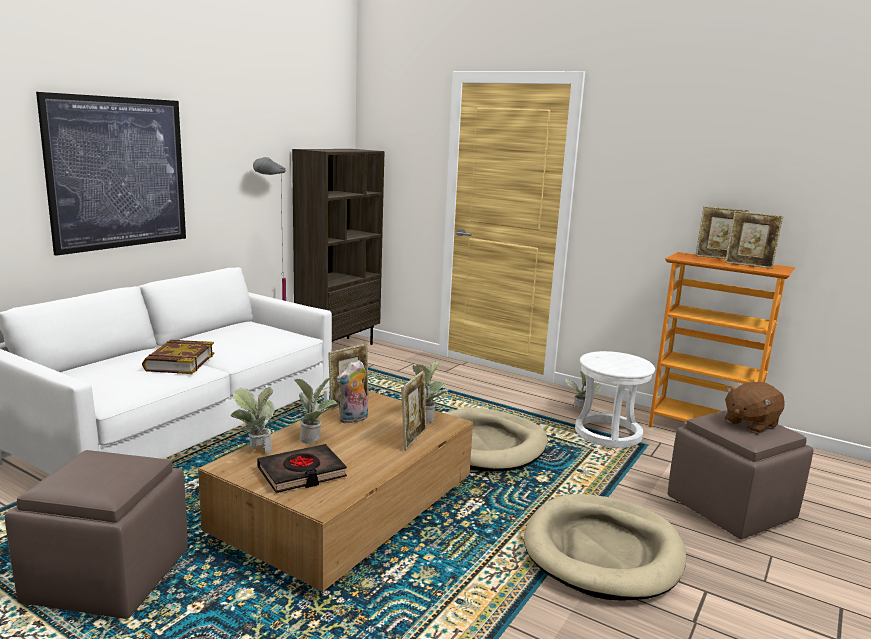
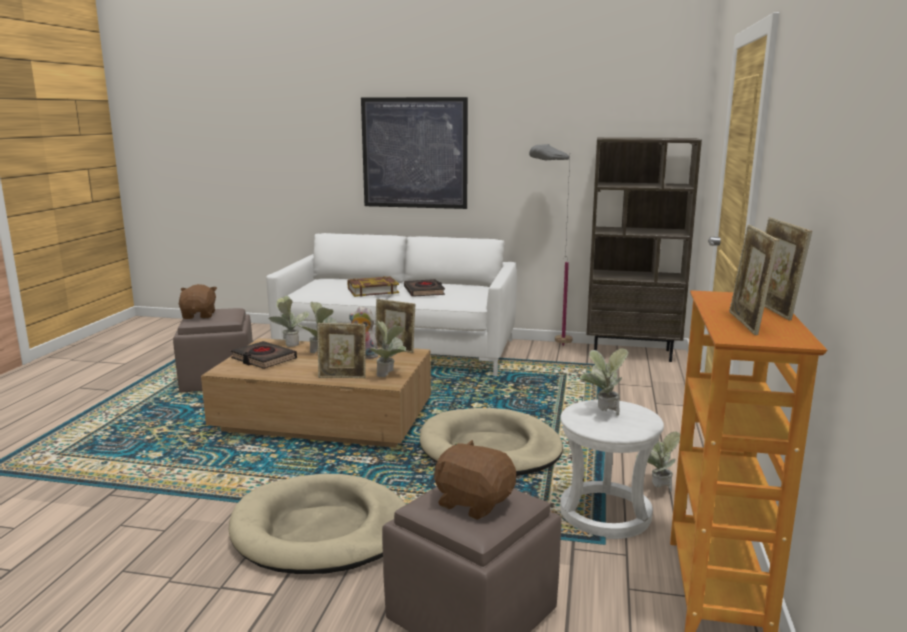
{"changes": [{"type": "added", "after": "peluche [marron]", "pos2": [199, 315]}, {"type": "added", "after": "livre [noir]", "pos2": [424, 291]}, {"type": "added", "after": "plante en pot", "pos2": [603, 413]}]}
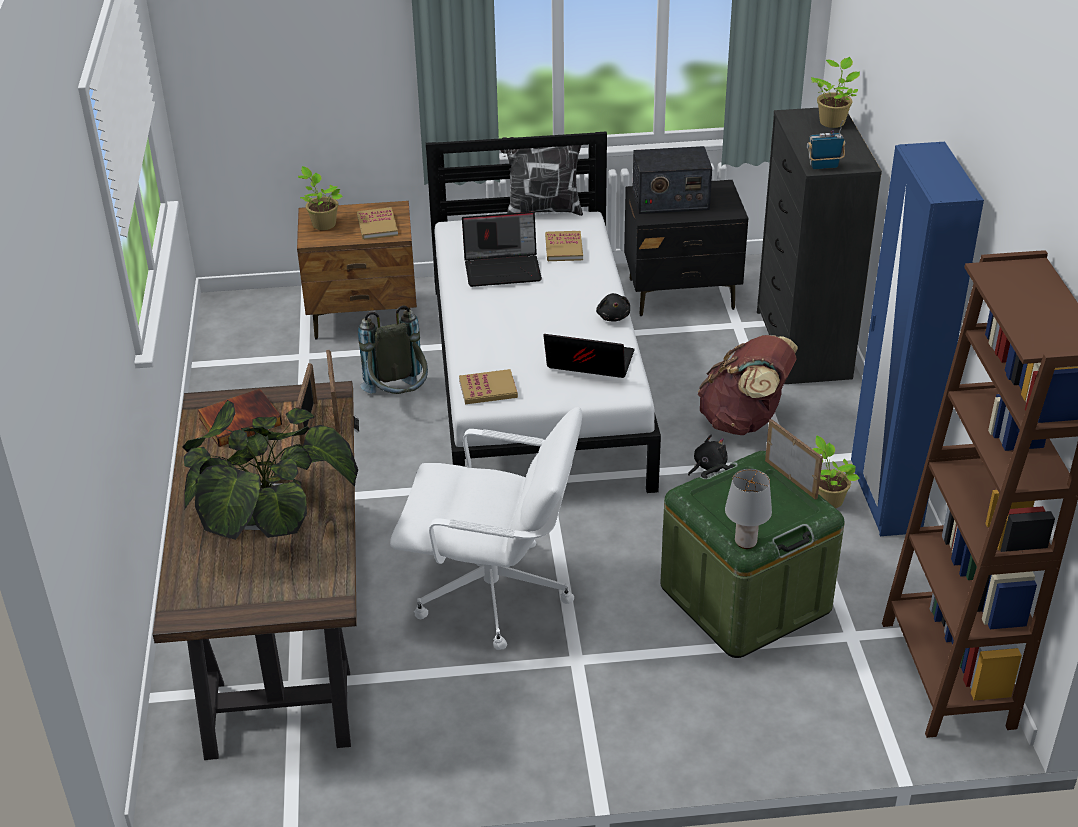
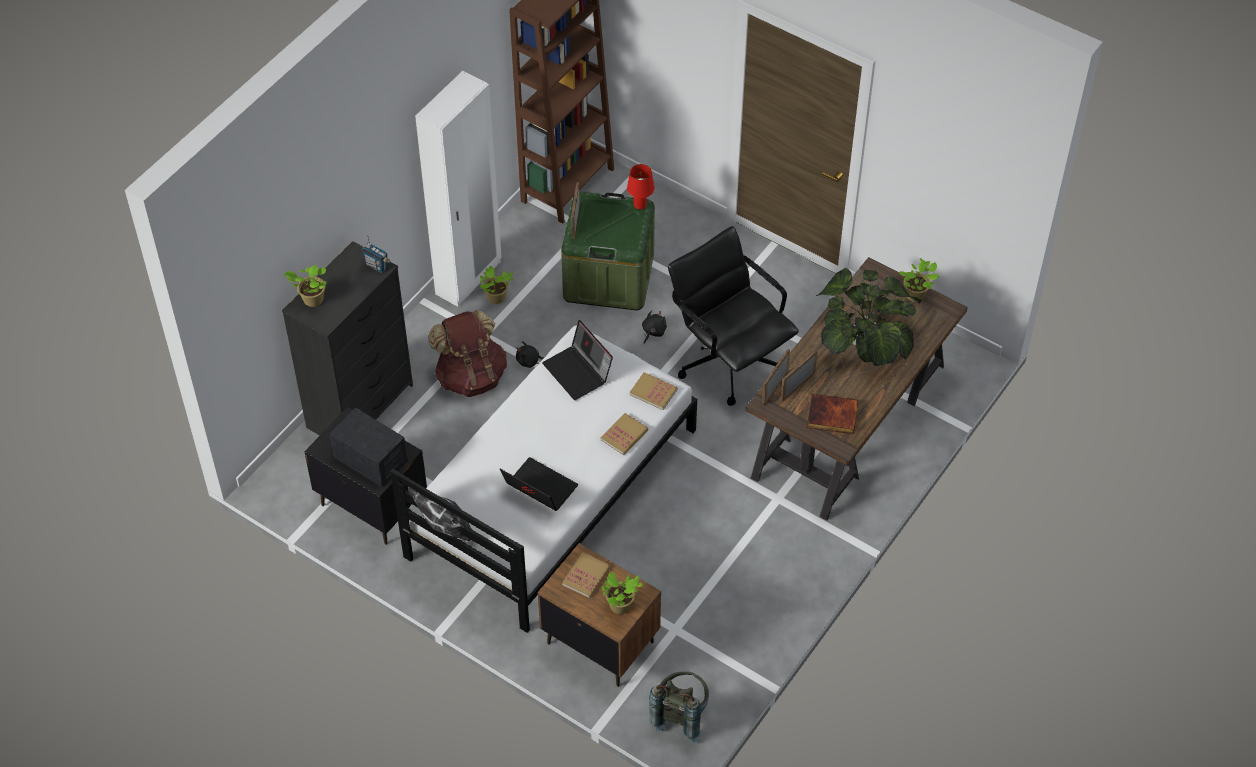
{"changes": [{"type": "recoloured", "before": "armoire [bleu]", "after": "armoire [blanc]", "pos1": [884, 500], "pos2": [469, 278]}, {"type": "moved", "before": "livre", "pos1": [564, 248], "pos2": [624, 435]}, {"type": "recoloured", "before": "lampe de table [gris]", "after": "lampe de table [rouge]", "pos1": [746, 543], "pos2": [640, 205]}, {"type": "moved", "before": "peluche [noir]", "pos1": [613, 316], "pos2": [653, 331]}, {"type": "moved", "before": "sac à dos [gris]", "pos1": [399, 398], "pos2": [680, 715]}, {"type": "recoloured", "before": "chaise de bureau [blanc]", "after": "chaise de bureau [noir]", "pos1": [494, 595], "pos2": [728, 361]}, {"type": "added", "after": "plante en pot", "pos2": [916, 295]}]}
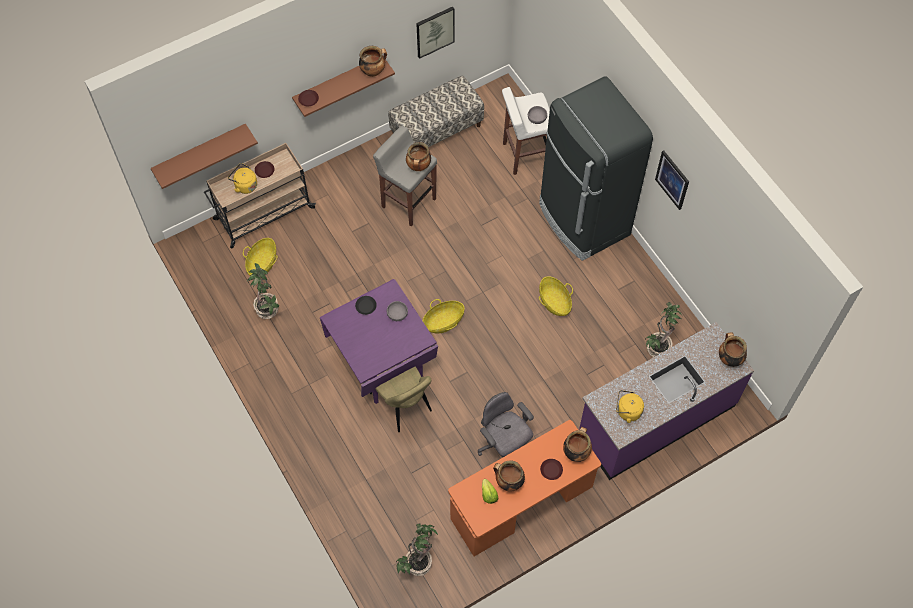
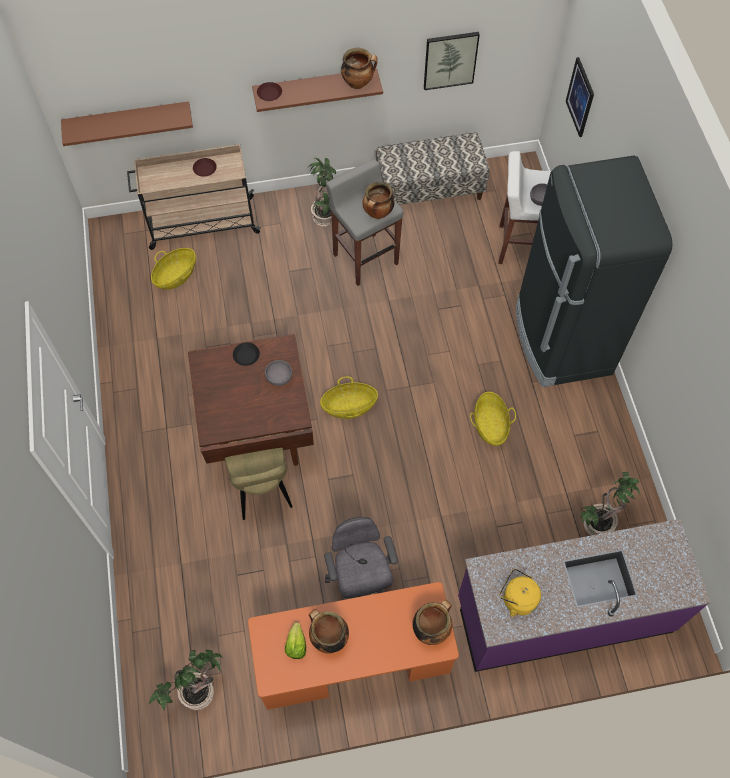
{"changes": [{"type": "recoloured", "before": "table à manger [violet]", "after": "table à manger [marron]", "pos1": [381, 364], "pos2": [257, 432]}, {"type": "moved", "before": "plante en pot", "pos1": [268, 309], "pos2": [326, 217]}, {"type": "moved", "before": "tableau", "pos1": [672, 180], "pos2": [580, 97]}, {"type": "removed", "before": "bouilloire [jaune]", "pos1": [244, 185]}, {"type": "removed", "before": "assiette [marron]", "pos1": [551, 470]}, {"type": "removed", "before": "marmite", "pos1": [729, 358]}]}
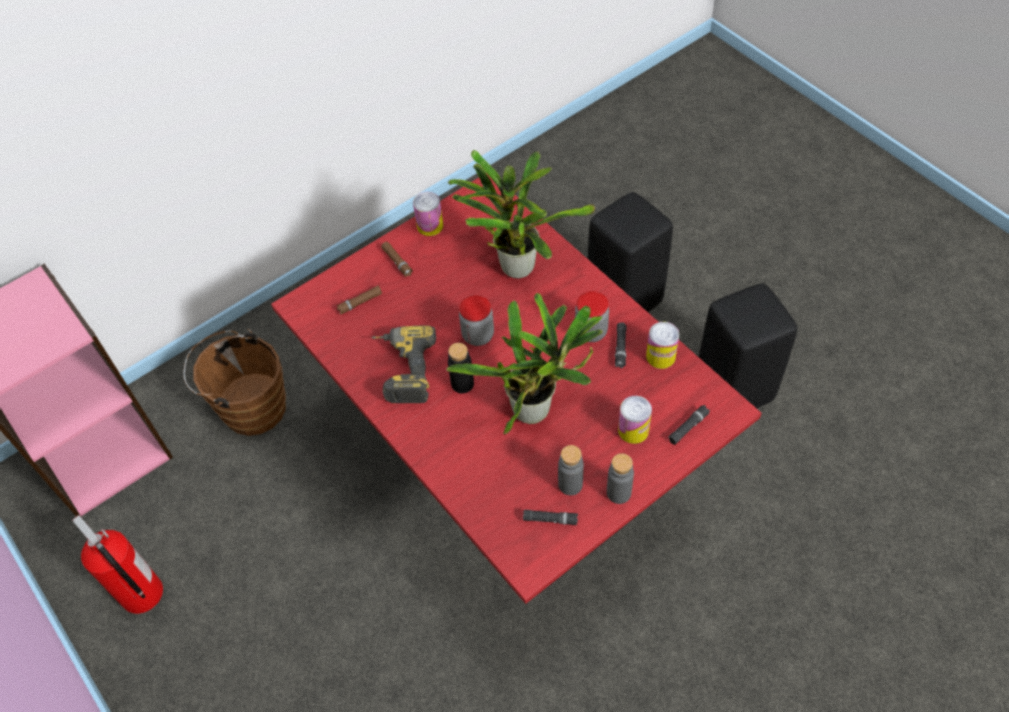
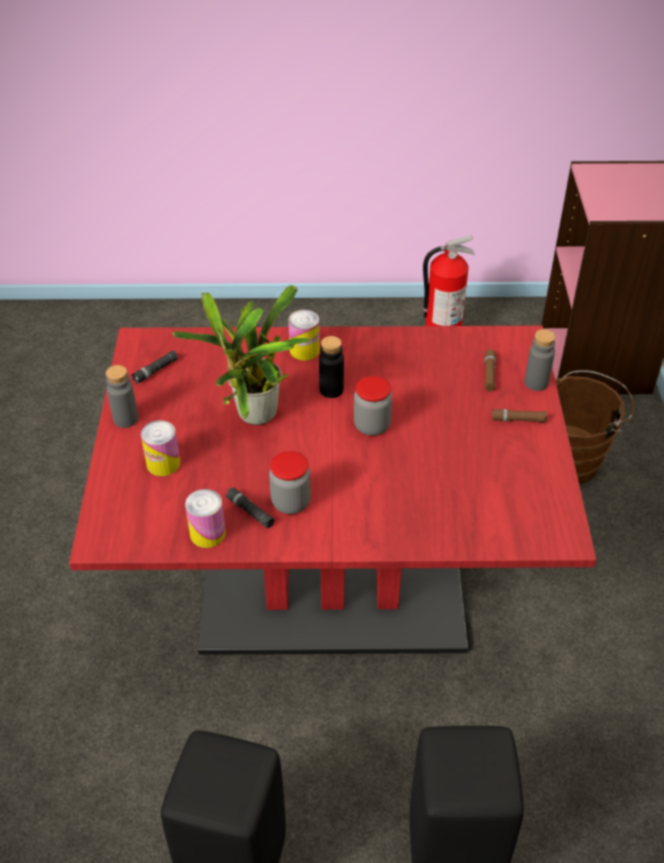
{"changes": [{"type": "moved", "before": "boîte métallique", "pos1": [430, 226], "pos2": [304, 350]}, {"type": "moved", "before": "bouteille [gris]", "pos1": [570, 484], "pos2": [536, 383]}, {"type": "removed", "before": "perceuse", "pos1": [402, 369]}, {"type": "removed", "before": "plante en pot", "pos1": [515, 264]}, {"type": "removed", "before": "lampe de poche [noir]", "pos1": [688, 427]}]}
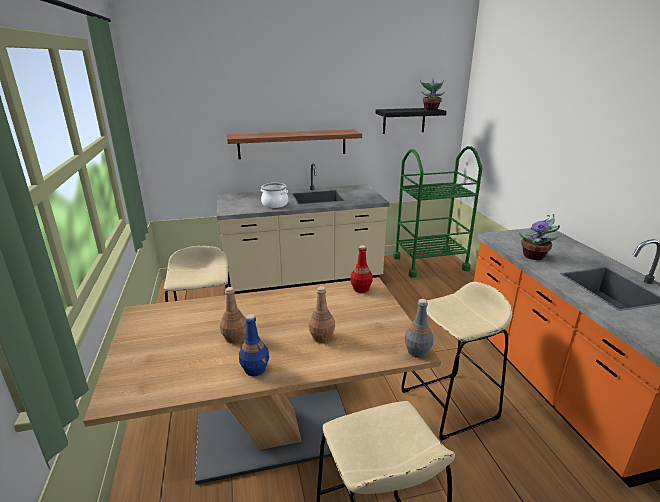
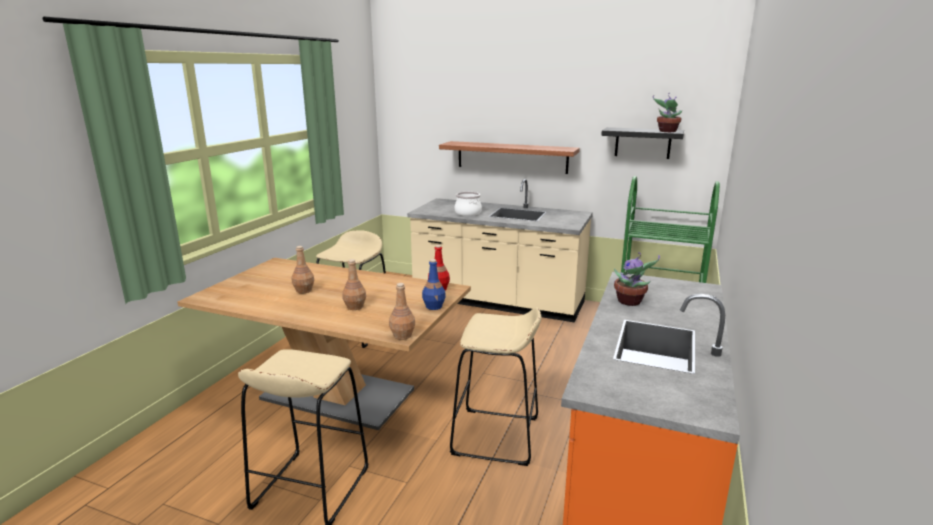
{"changes": [{"type": "recoloured", "before": "bouteille [gris]", "after": "bouteille [marron]", "pos1": [418, 351], "pos2": [402, 335]}, {"type": "moved", "before": "bouteille [bleu]", "pos1": [255, 369], "pos2": [434, 306]}]}
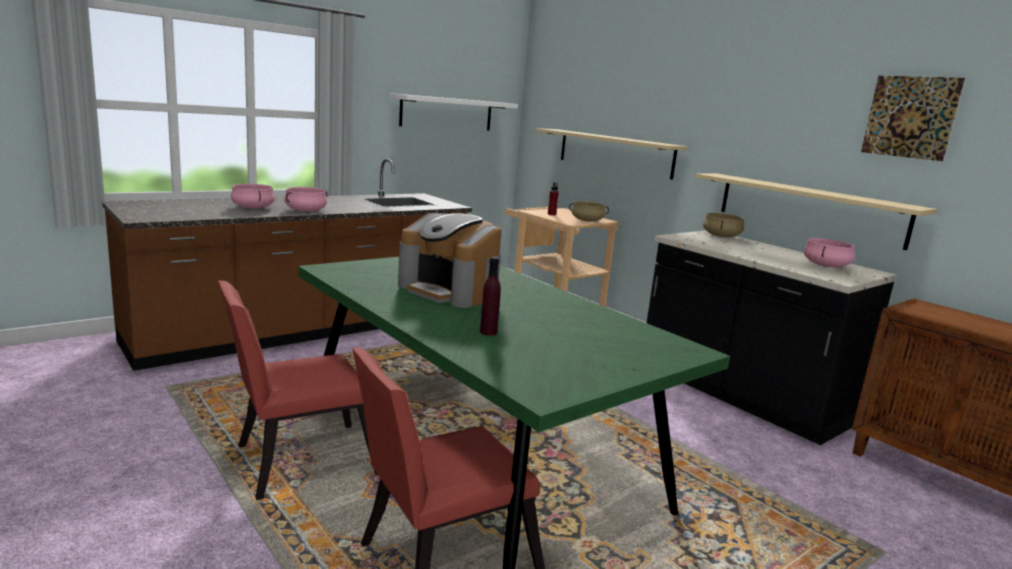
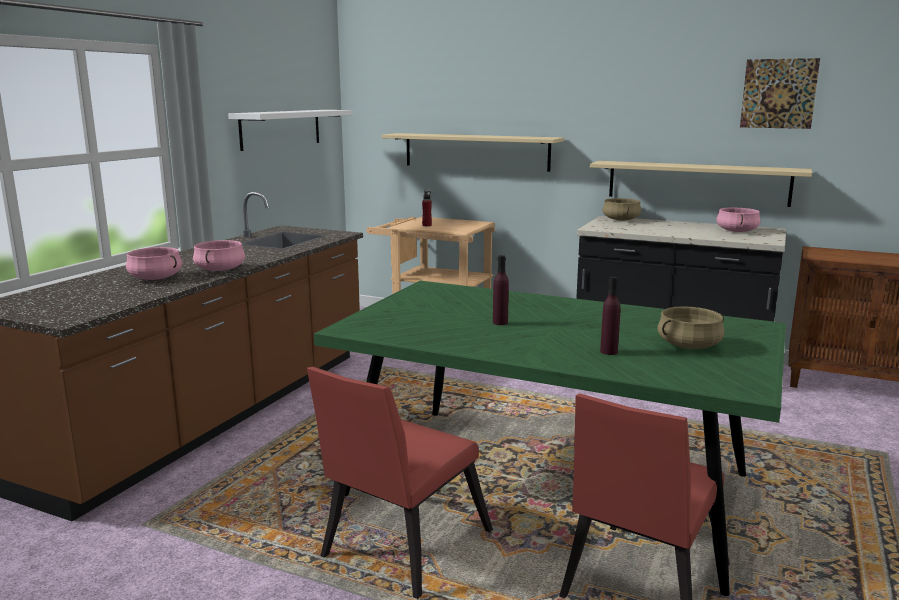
{"changes": [{"type": "replaced", "before": "machine à café", "after": "bouteille [violet]", "pos1": [450, 291], "pos2": [500, 322]}, {"type": "moved", "before": "marmite [beige]", "pos1": [587, 220], "pos2": [689, 346]}]}
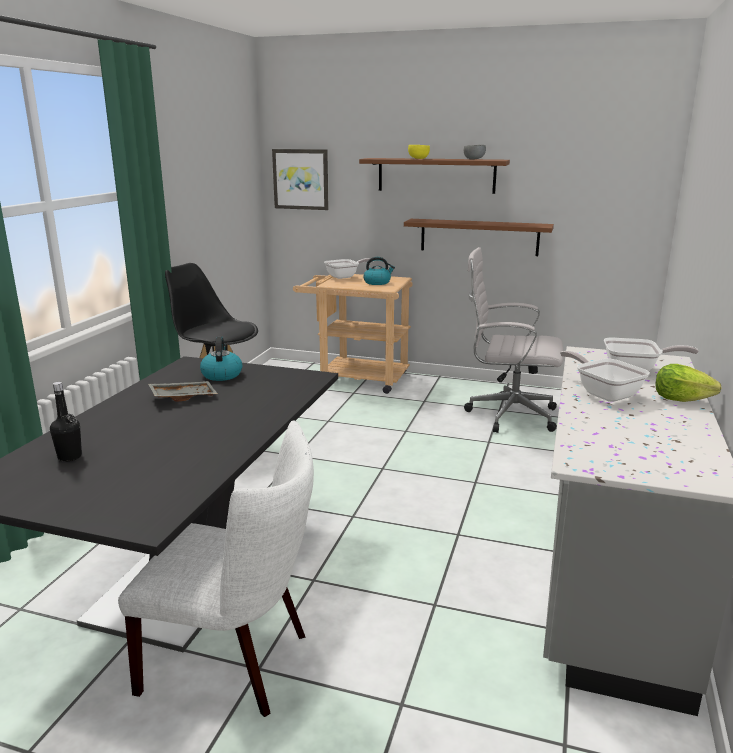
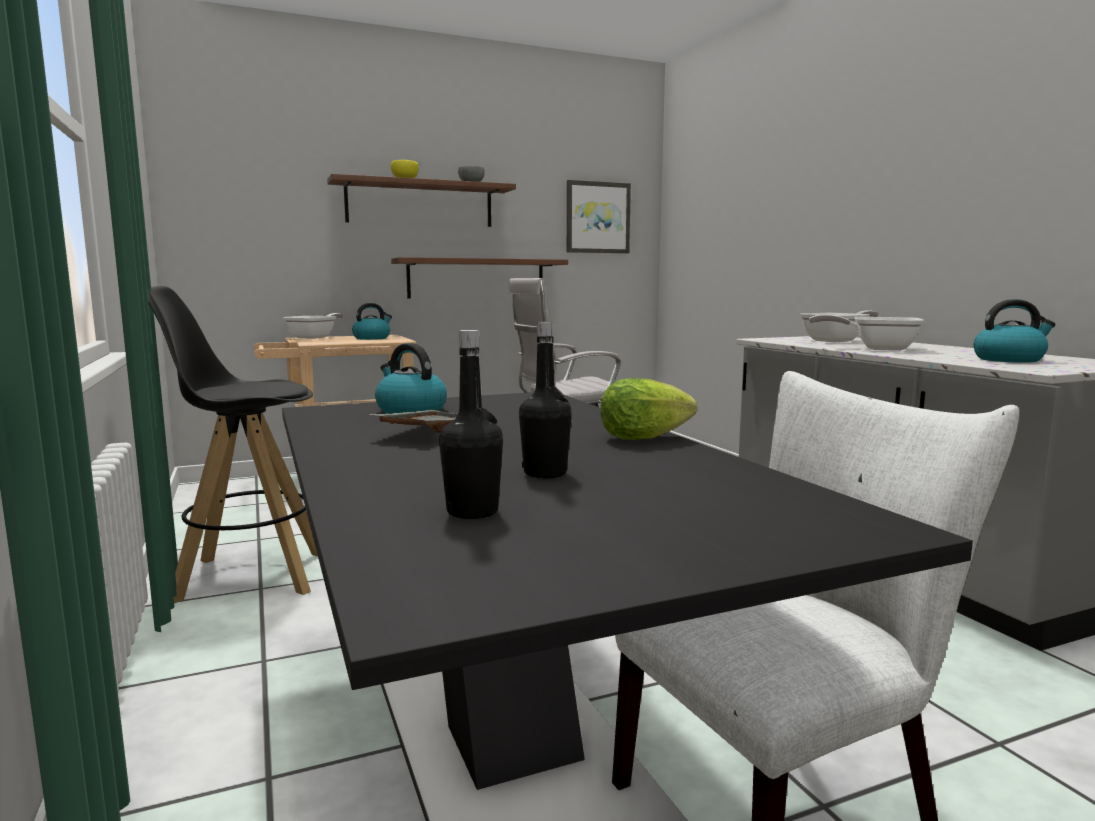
{"changes": [{"type": "added", "after": "bouteille [noir]", "pos2": [545, 473]}, {"type": "moved", "before": "tableau", "pos1": [301, 179], "pos2": [597, 217]}, {"type": "moved", "before": "laitue", "pos1": [680, 399], "pos2": [642, 438]}, {"type": "added", "after": "bouilloire", "pos2": [1009, 359]}]}
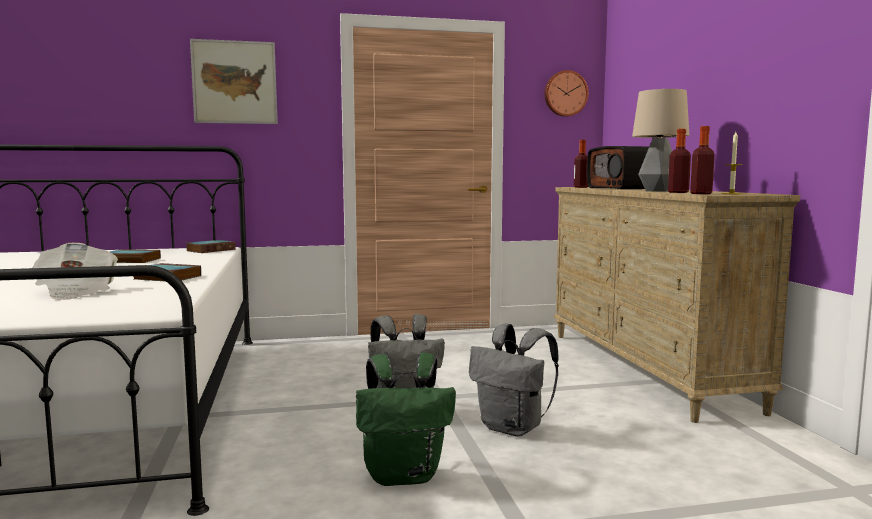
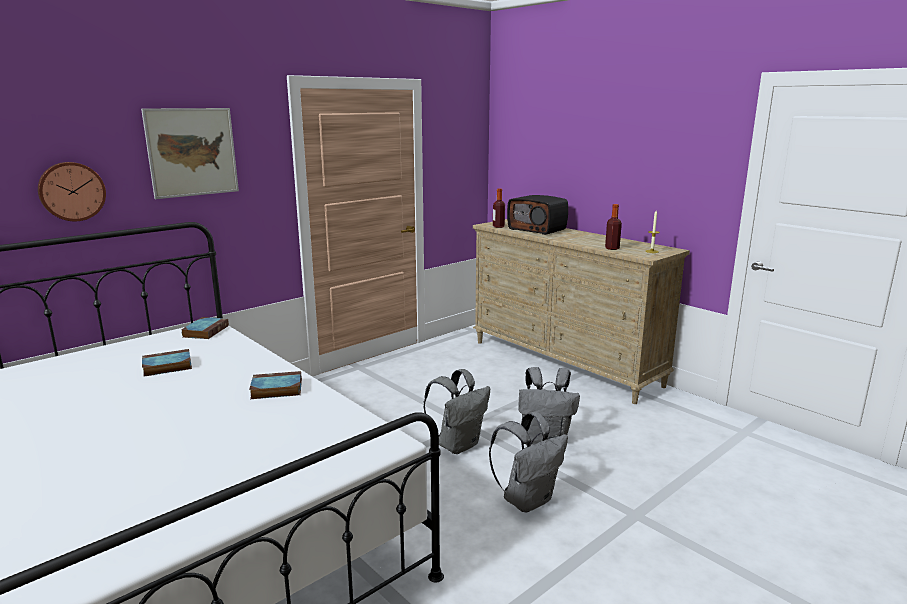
{"changes": [{"type": "moved", "before": "horloge murale", "pos1": [565, 93], "pos2": [71, 191]}, {"type": "recoloured", "before": "sac à dos [vert]", "after": "sac à dos [gris]", "pos1": [404, 475], "pos2": [528, 499]}, {"type": "removed", "before": "journal", "pos1": [75, 292]}, {"type": "removed", "before": "lampe de table", "pos1": [657, 191]}, {"type": "removed", "before": "bouteille", "pos1": [701, 193]}]}
